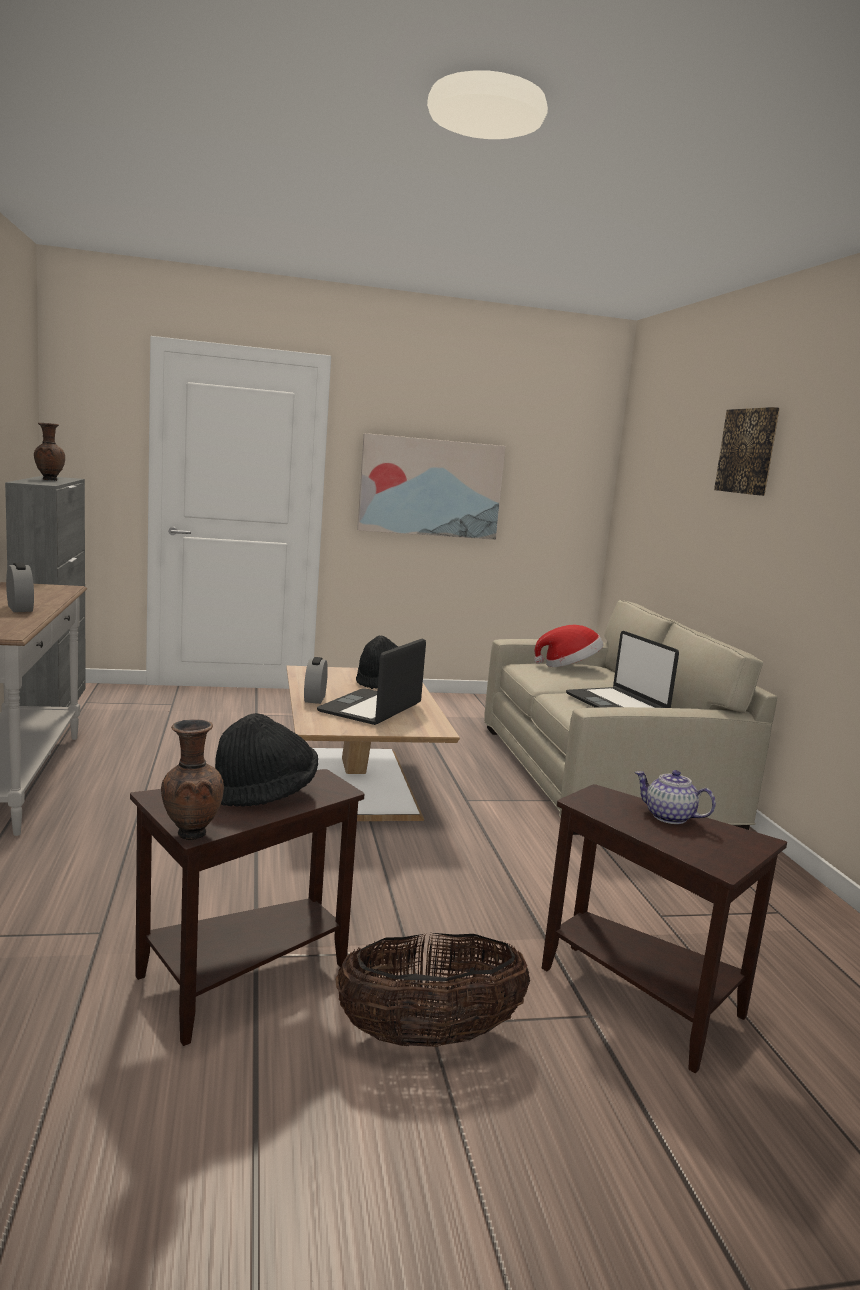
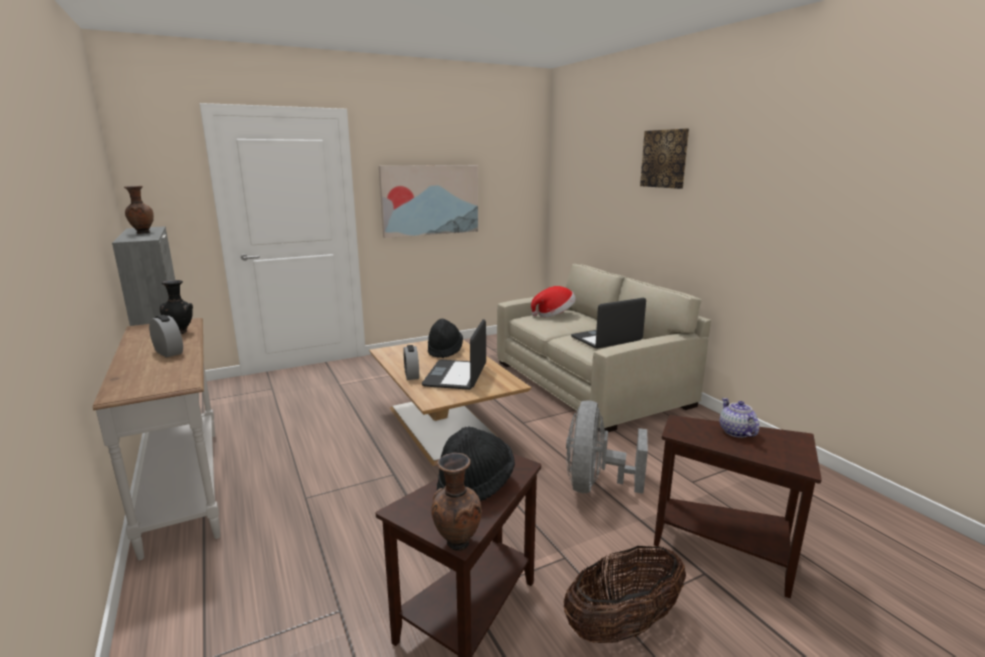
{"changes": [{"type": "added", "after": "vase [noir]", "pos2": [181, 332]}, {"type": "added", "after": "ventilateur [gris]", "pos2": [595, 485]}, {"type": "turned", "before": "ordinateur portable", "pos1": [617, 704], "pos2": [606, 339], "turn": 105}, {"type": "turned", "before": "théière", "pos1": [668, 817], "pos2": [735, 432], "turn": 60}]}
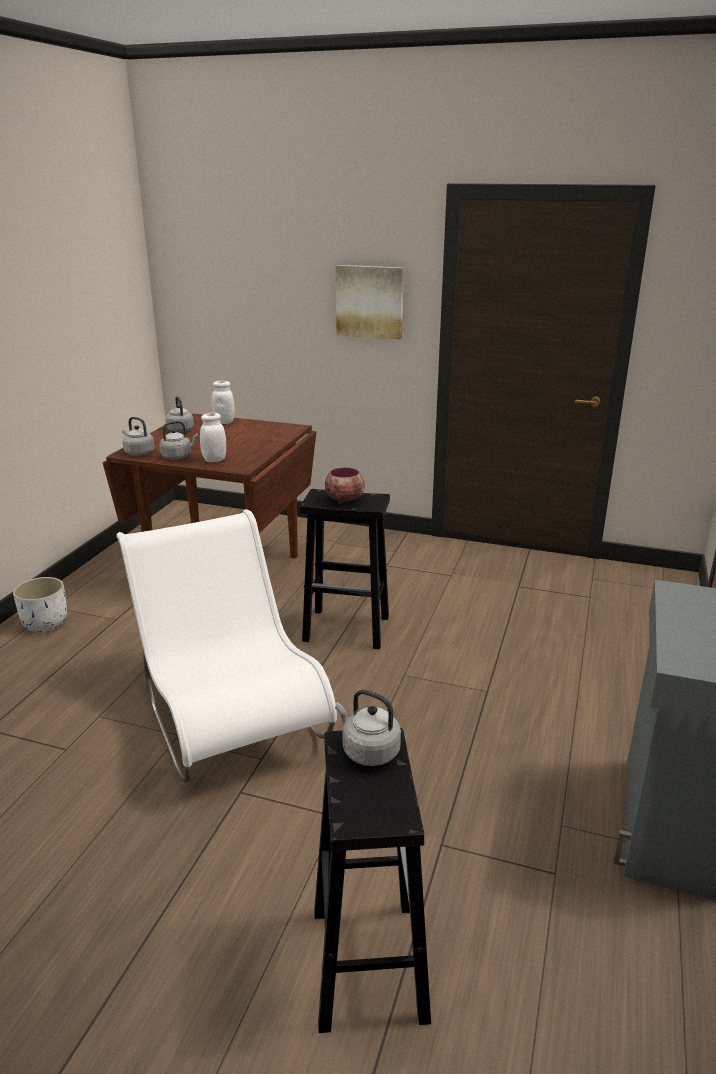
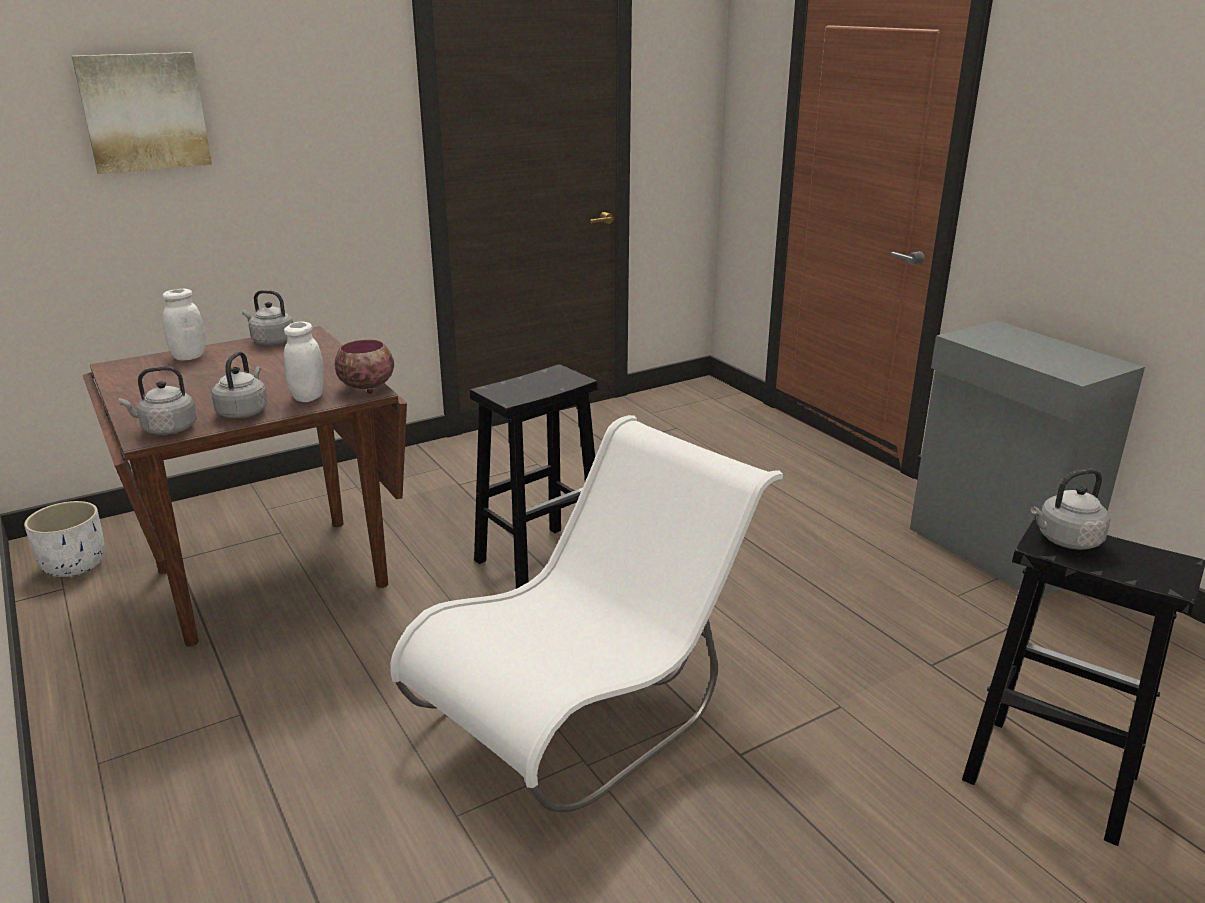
{"changes": [{"type": "moved", "before": "cache-pot [blanc]", "pos1": [46, 623], "pos2": [75, 564]}, {"type": "moved", "before": "tableau", "pos1": [370, 301], "pos2": [144, 112]}, {"type": "moved", "before": "bouilloire [gris]", "pos1": [180, 430], "pos2": [271, 341]}, {"type": "moved", "before": "bol", "pos1": [345, 500], "pos2": [367, 387]}, {"type": "turned", "before": "chaise [blanc]", "pos1": [229, 713], "pos2": [589, 704], "turn": 120}]}
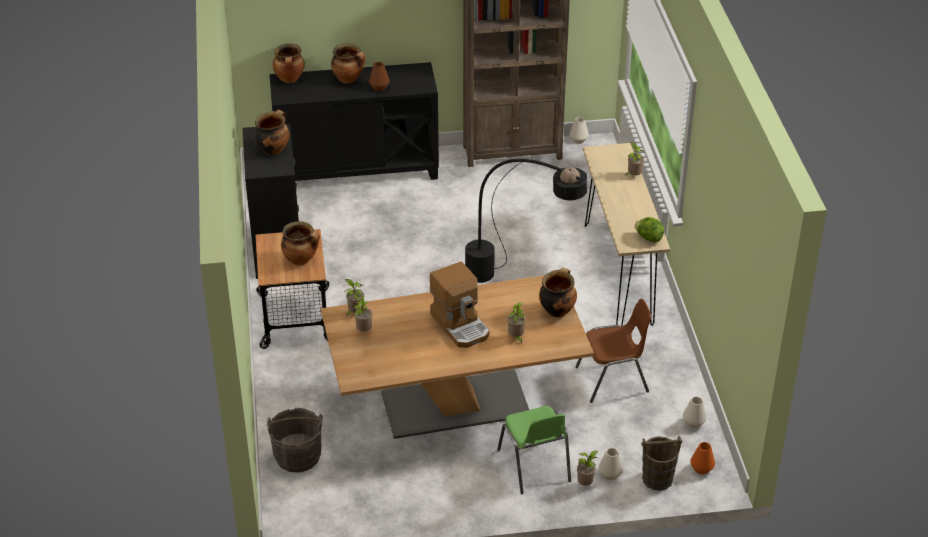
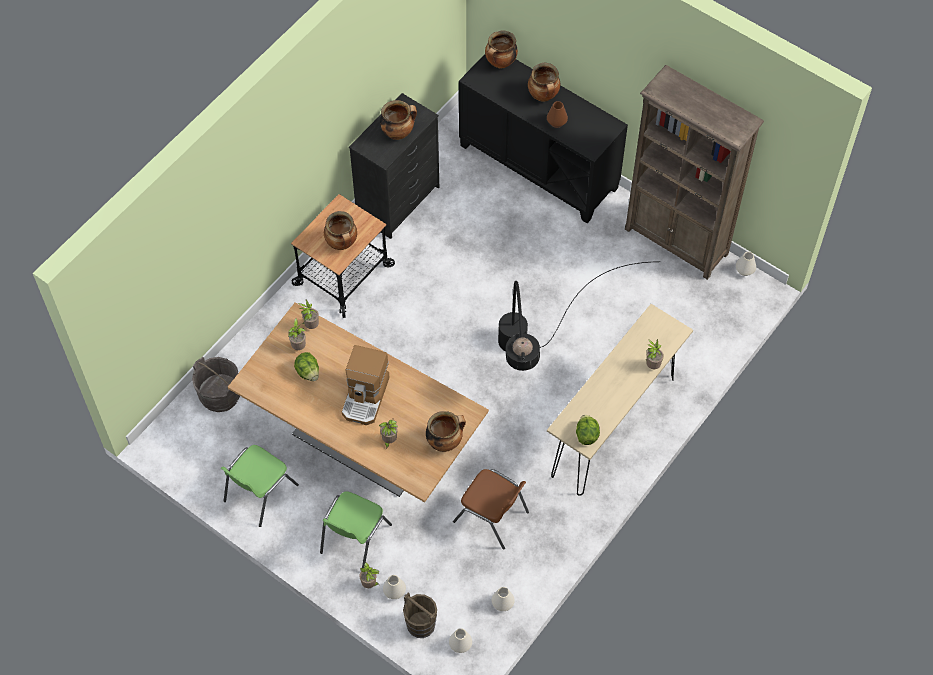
{"changes": [{"type": "added", "after": "chaise [vert]", "pos2": [259, 493]}, {"type": "added", "after": "laitue", "pos2": [308, 372]}, {"type": "recoloured", "before": "vase [orange]", "after": "vase [blanc]", "pos1": [701, 468], "pos2": [460, 644]}]}
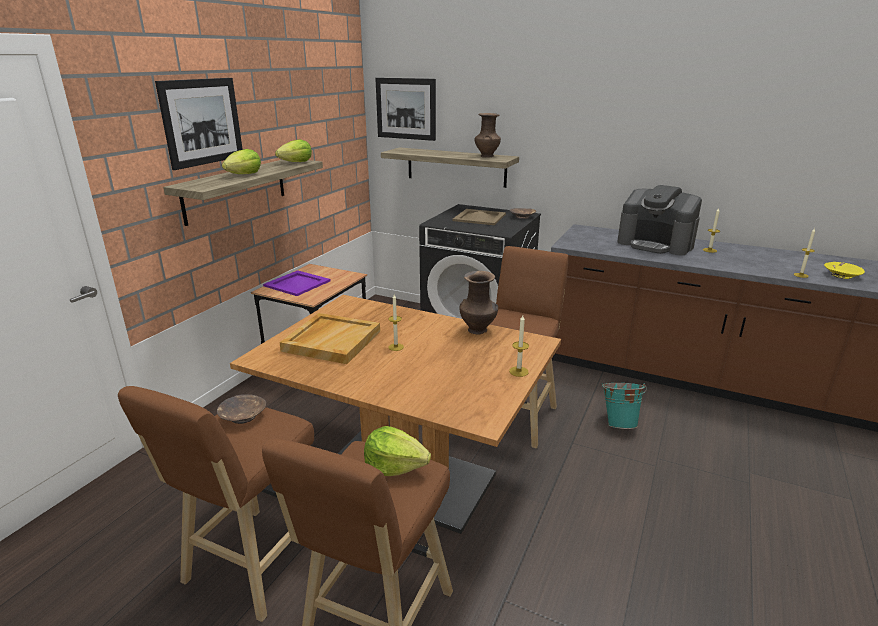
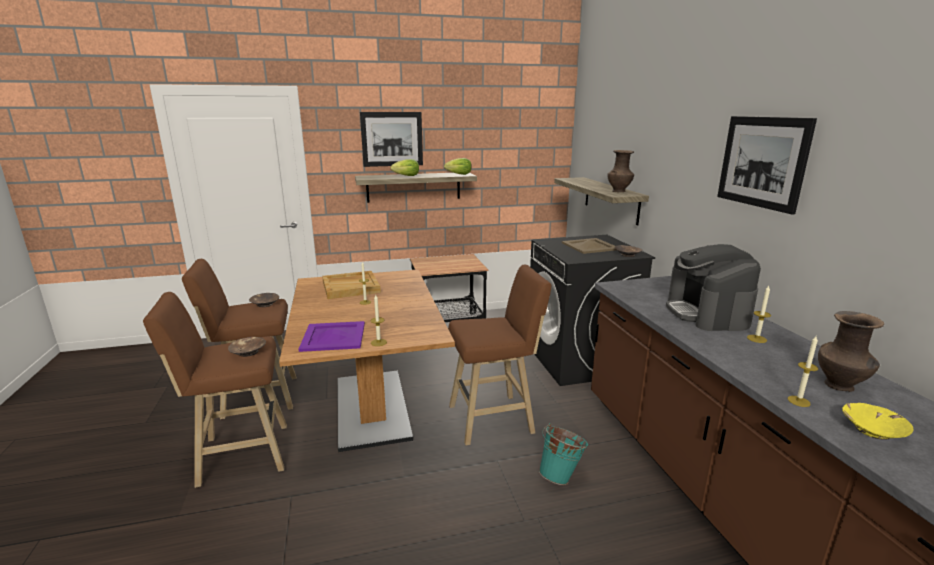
{"changes": [{"type": "replaced", "before": "laitue", "after": "bol [marron]", "pos1": [395, 466], "pos2": [248, 352]}, {"type": "moved", "before": "plateau [violet]", "pos1": [297, 283], "pos2": [334, 336]}, {"type": "moved", "before": "tableau", "pos1": [406, 109], "pos2": [762, 162]}, {"type": "moved", "before": "vase [marron]", "pos1": [478, 330], "pos2": [840, 386]}]}
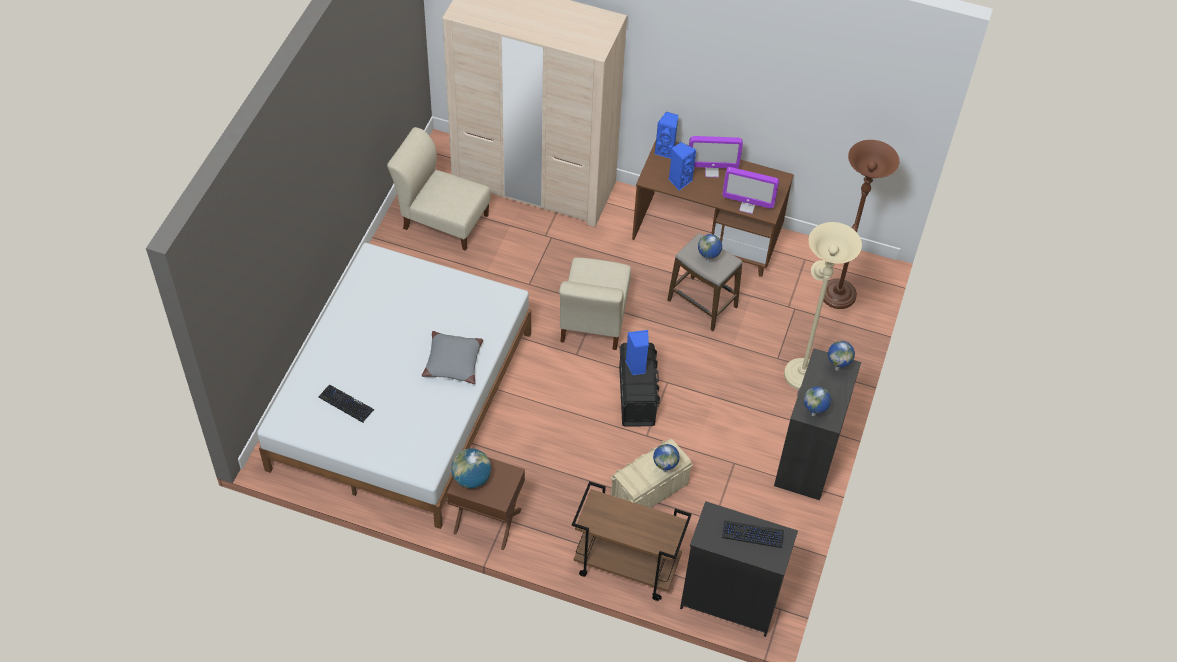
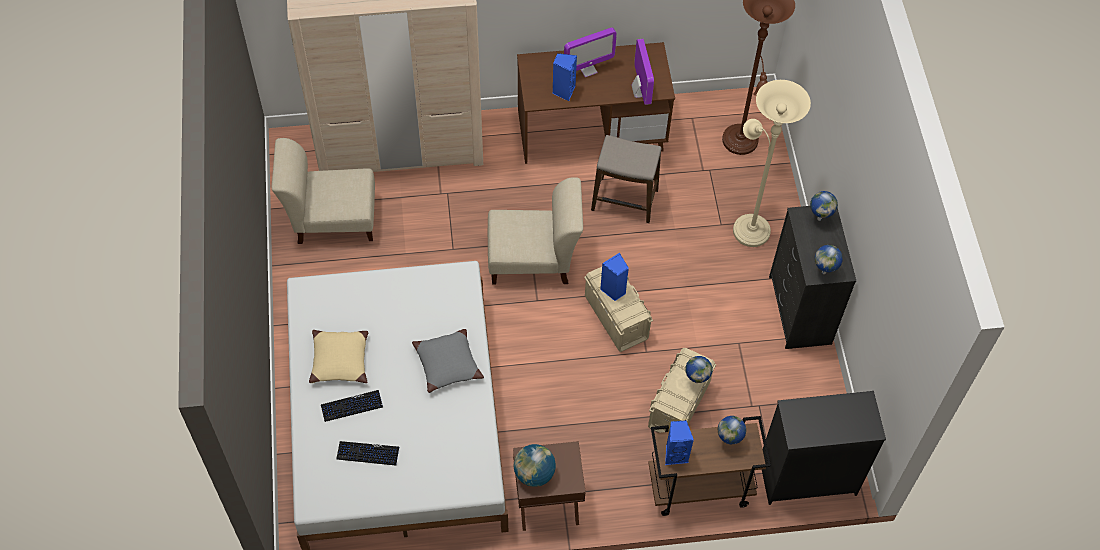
{"changes": [{"type": "added", "after": "coussin [beige]", "pos2": [340, 360]}, {"type": "moved", "before": "clavier", "pos1": [752, 534], "pos2": [351, 406]}, {"type": "turned", "before": "chaise [beige]", "pos1": [593, 320], "pos2": [533, 260], "turn": -75}, {"type": "recoloured", "before": "boîte de rangement [noir]", "after": "boîte de rangement [beige]", "pos1": [636, 396], "pos2": [616, 317]}, {"type": "turned", "before": "écran d'ordinateur", "pos1": [747, 207], "pos2": [640, 91], "turn": -90}, {"type": "moved", "before": "enceinte [bleu]", "pos1": [666, 151], "pos2": [675, 454]}, {"type": "moved", "before": "globe", "pos1": [708, 261], "pos2": [729, 441]}]}
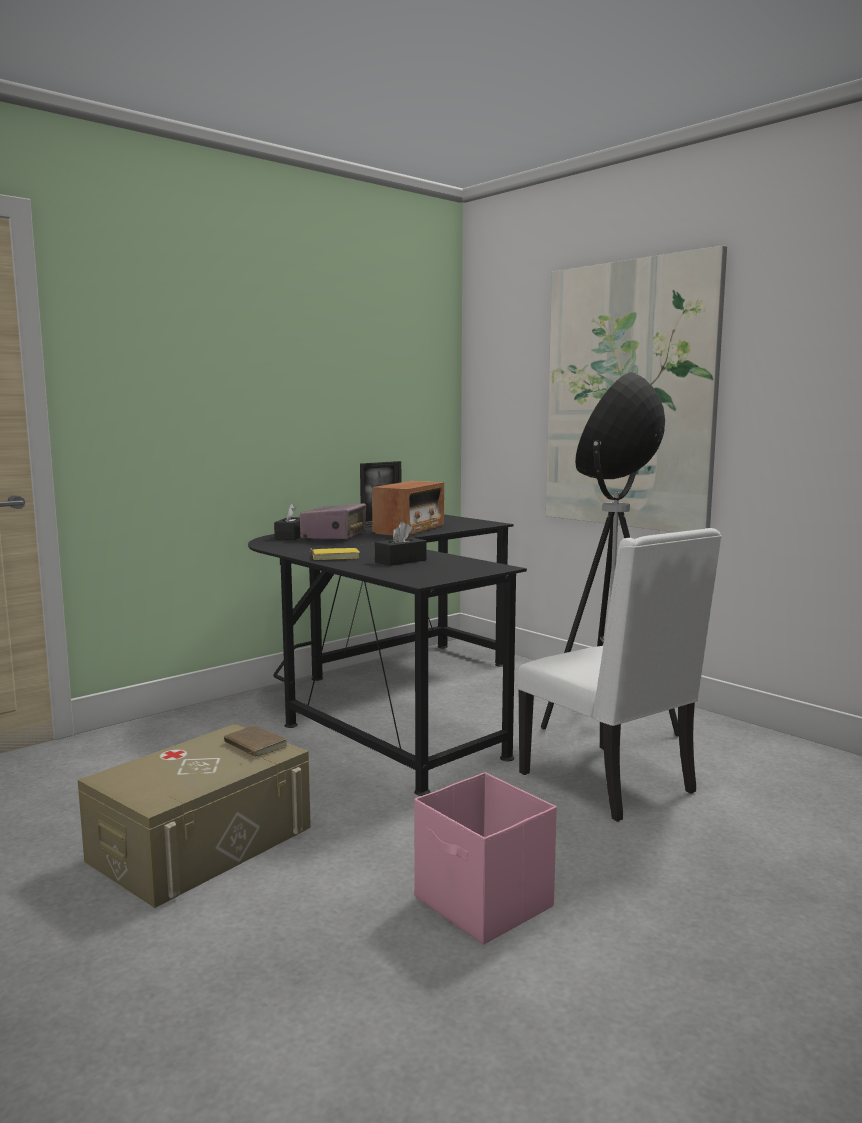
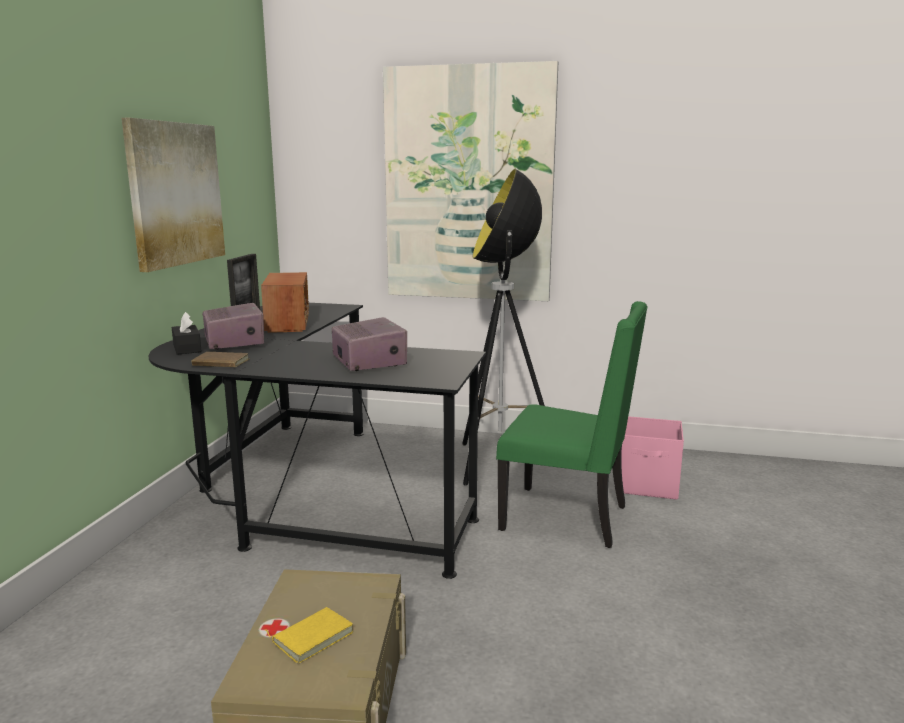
{"changes": [{"type": "added", "after": "tableau", "pos2": [175, 194]}, {"type": "moved", "before": "livre [marron]", "pos1": [253, 745], "pos2": [220, 363]}, {"type": "moved", "before": "livre [jaune]", "pos1": [335, 556], "pos2": [312, 636]}, {"type": "replaced", "before": "boîte à mouchoirs [noir]", "after": "radio", "pos1": [400, 561], "pos2": [369, 361]}, {"type": "recoloured", "before": "chaise [blanc]", "after": "chaise [vert]", "pos1": [611, 783], "pos2": [567, 517]}, {"type": "moved", "before": "boîte de rangement [rose]", "pos1": [484, 903], "pos2": [648, 485]}]}
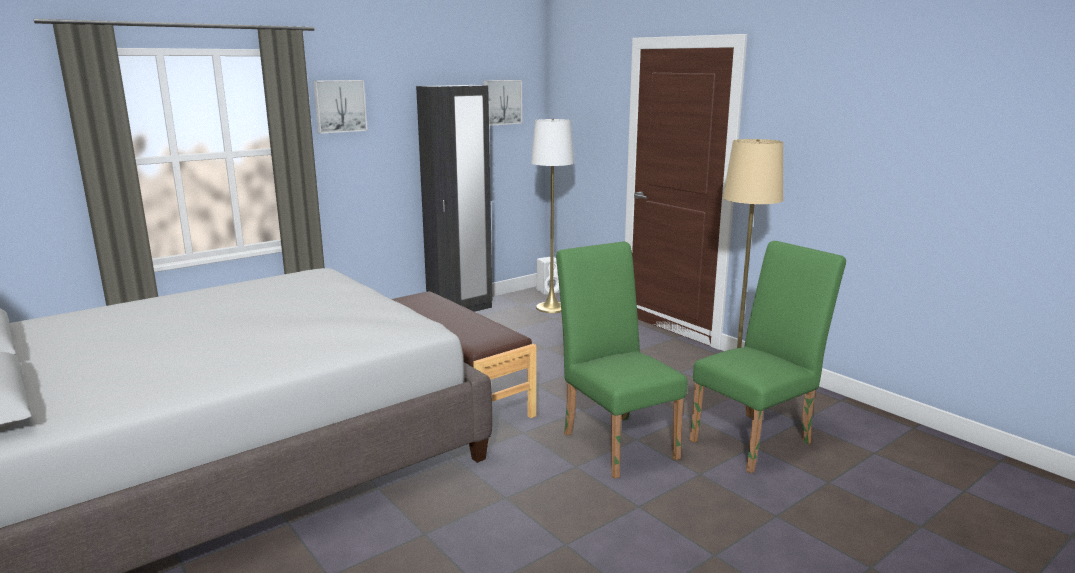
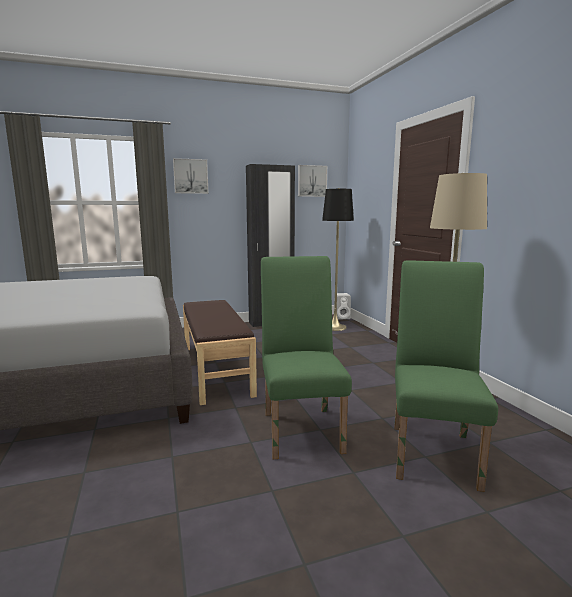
{"changes": [{"type": "recoloured", "before": "lampadaire [blanc]", "after": "lampadaire [noir]", "pos1": [551, 308], "pos2": [335, 327]}, {"type": "turned", "before": "chaise [vert]", "pos1": [757, 439], "pos2": [433, 450], "turn": -60}]}
